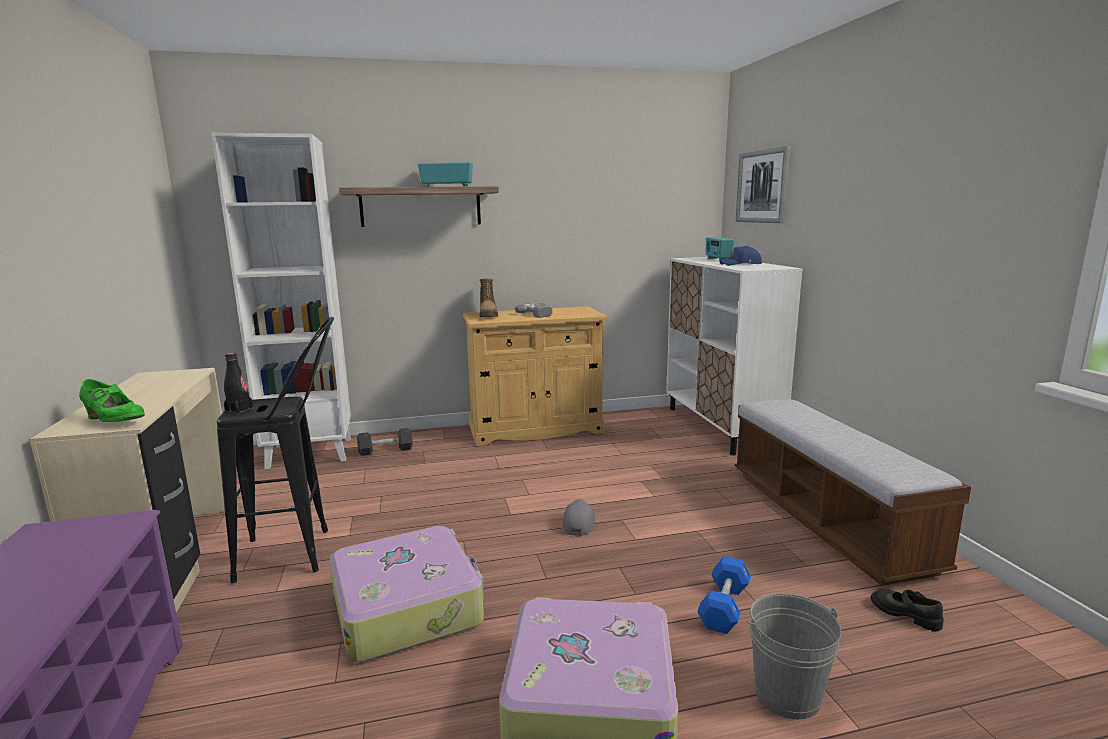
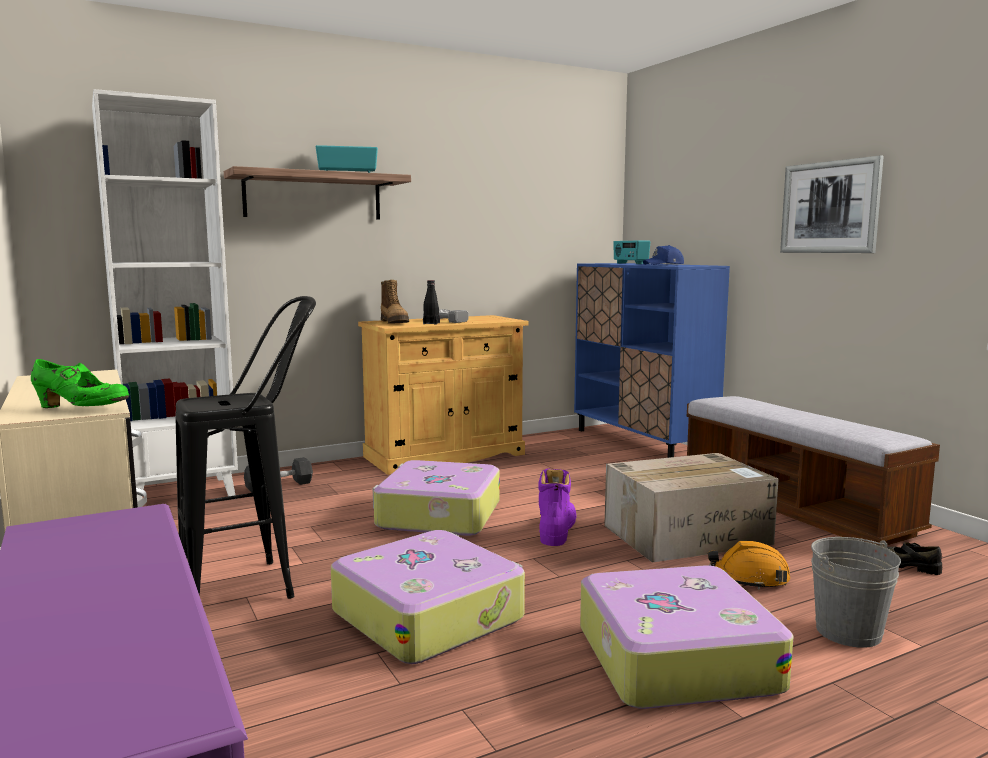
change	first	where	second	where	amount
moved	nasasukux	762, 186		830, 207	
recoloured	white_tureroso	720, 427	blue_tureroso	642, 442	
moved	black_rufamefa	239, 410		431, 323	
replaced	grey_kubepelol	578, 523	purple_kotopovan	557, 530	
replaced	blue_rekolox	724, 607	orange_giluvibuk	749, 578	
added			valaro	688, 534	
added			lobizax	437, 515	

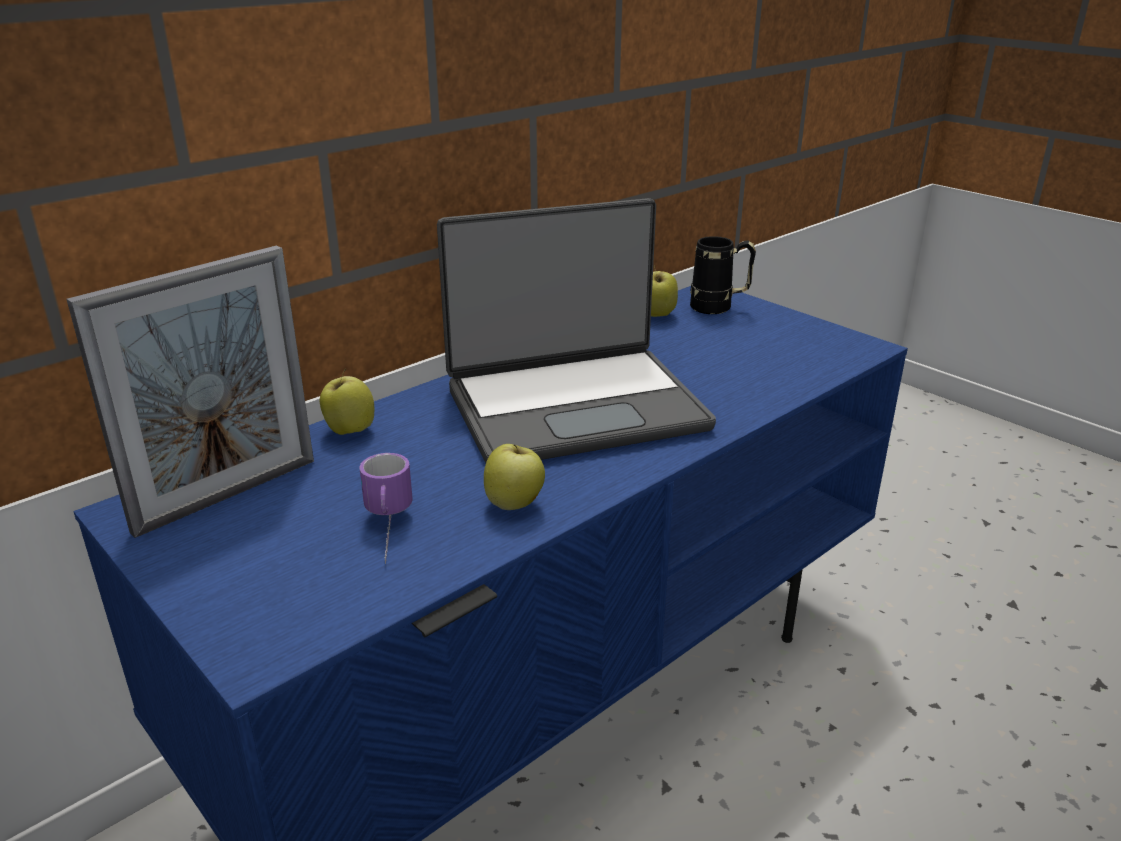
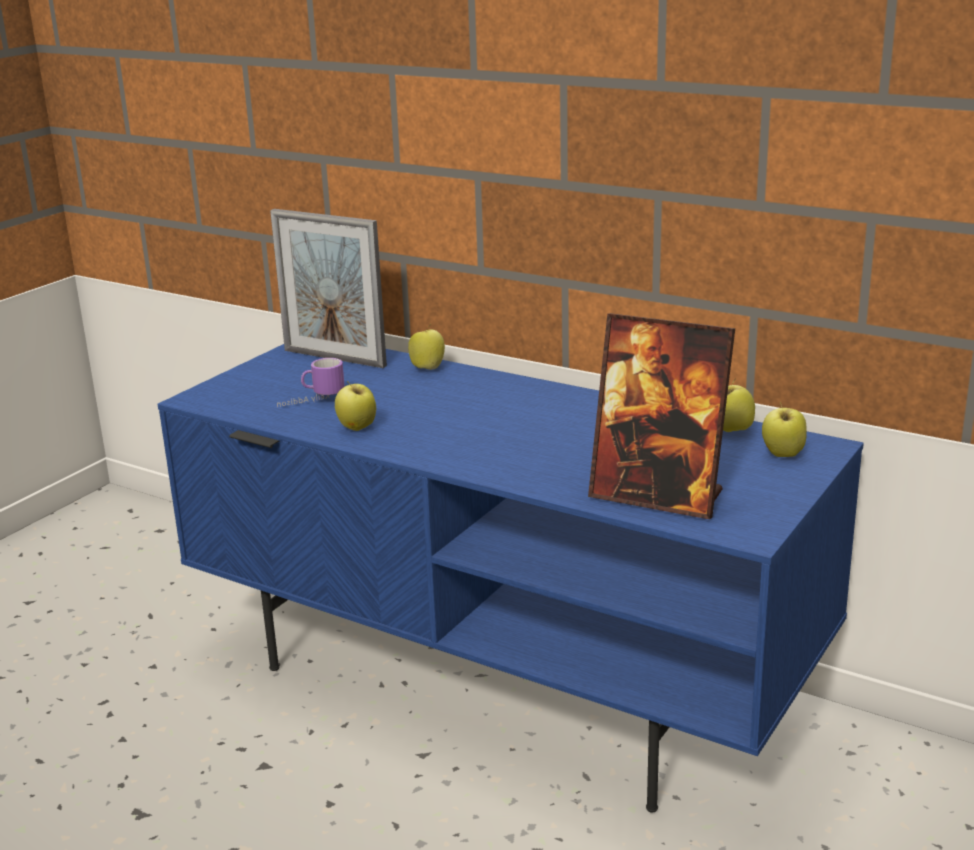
change	first	where	second	where	amount
removed	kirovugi	574, 406			
replaced	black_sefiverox	719, 308	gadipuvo	782, 455	
added			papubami	657, 496	

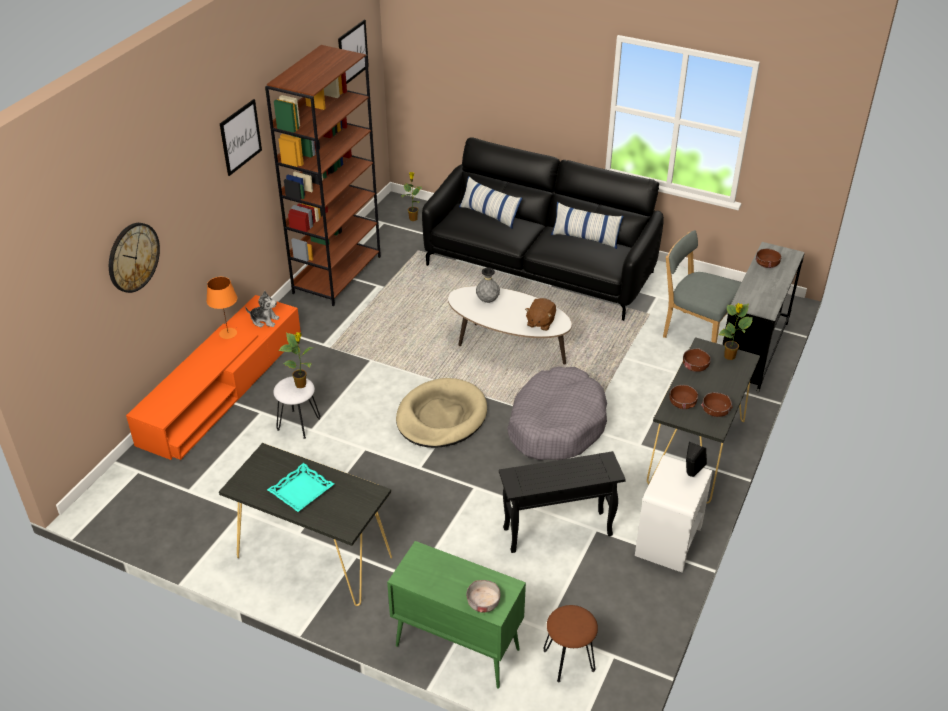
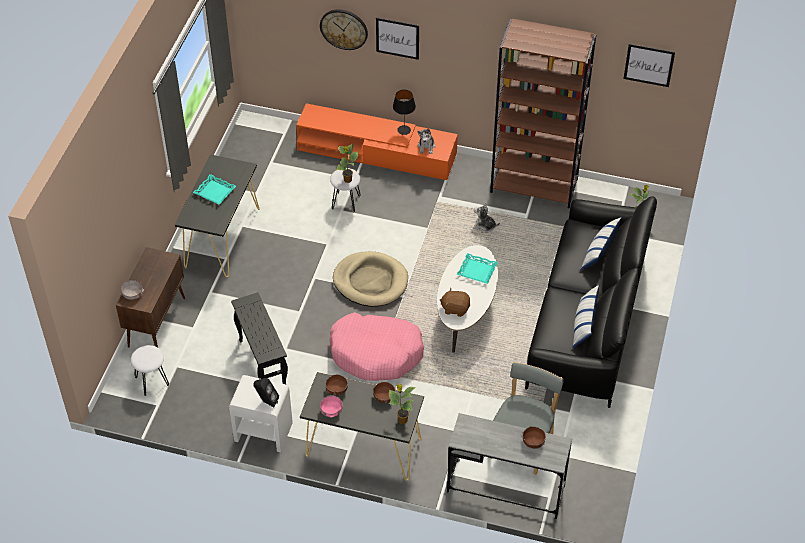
change	first	where	second	where	amount
moved	nasasukux	240, 137		397, 38	
replaced	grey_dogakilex	487, 300	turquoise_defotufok	477, 270	
recoloured	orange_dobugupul	227, 333	black_dobugupul	404, 130	
recoloured	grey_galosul	556, 425	pink_galosul	376, 353	
recoloured	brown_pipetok	715, 411	pink_pipetok	331, 410	
recoloured	green_tureroso	456, 647	brown_tureroso	157, 322	
recoloured	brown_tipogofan	568, 660	white_tipogofan	152, 381	
added			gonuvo	484, 226	

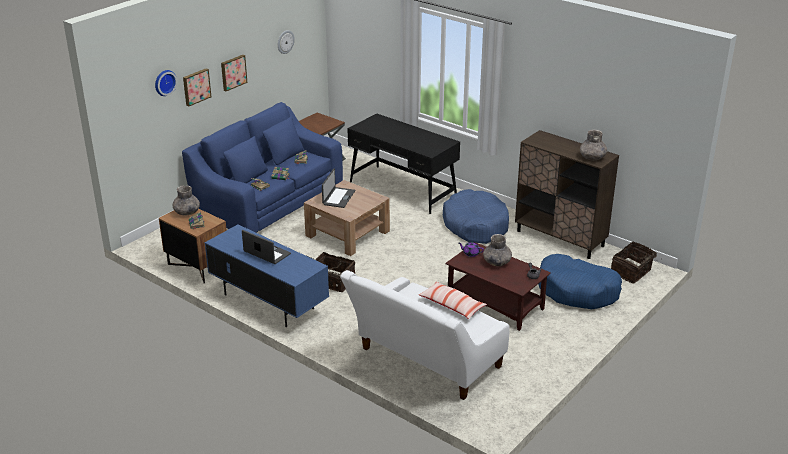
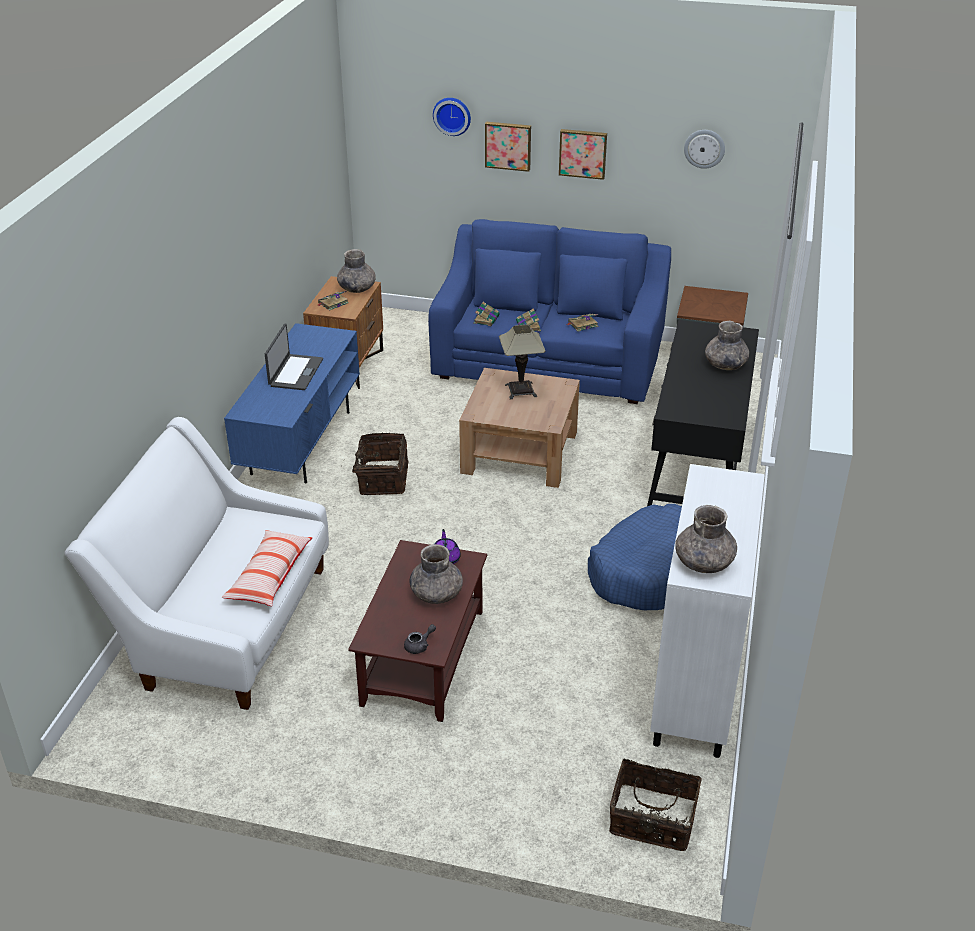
change	first	where	second	where	amount
recoloured	brown_tureroso	560, 238	white_tureroso	695, 688	
replaced	kirovugi	338, 197	dobugupul	521, 390	
removed	blue_galosul	577, 291			
added			grey_dogakilex	725, 364	

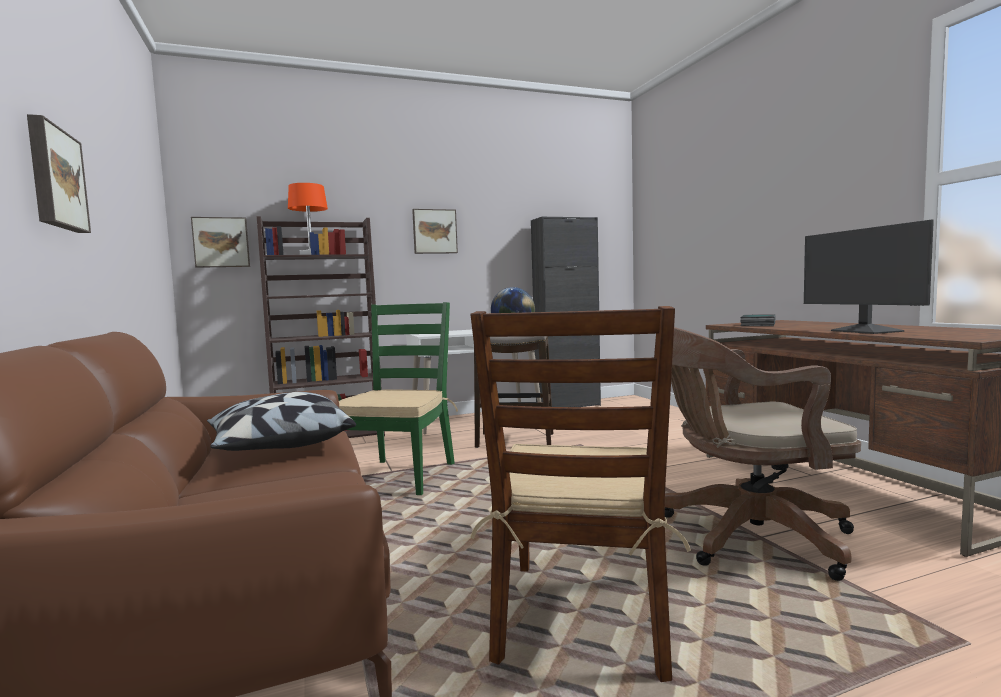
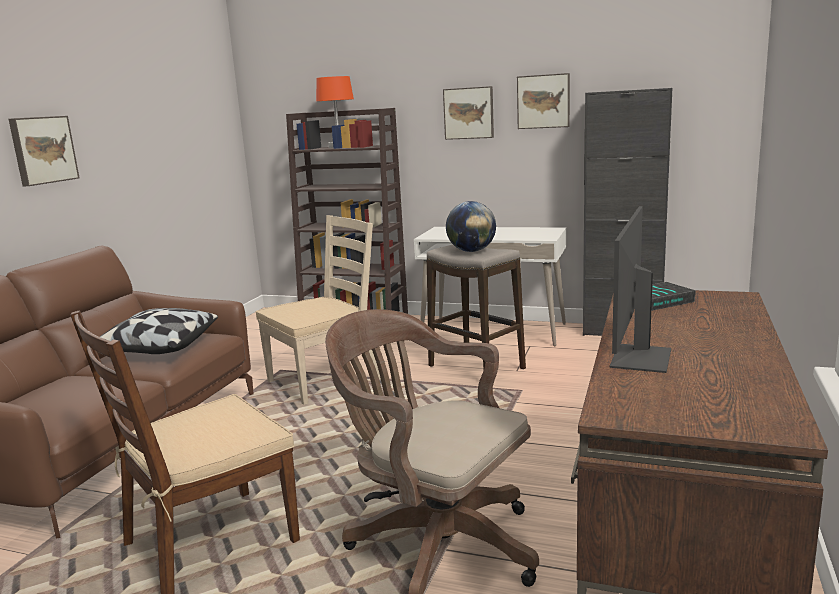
change	first	where	second	where	amount
moved	nasasukux	221, 242		543, 101	
recoloured	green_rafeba	399, 476	beige_rafeba	325, 380	

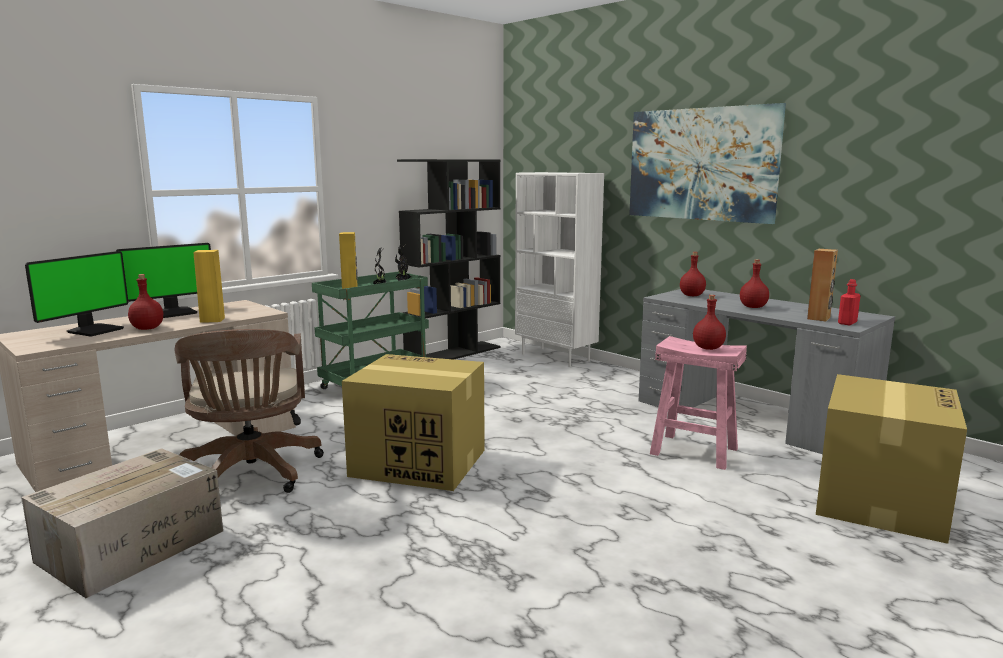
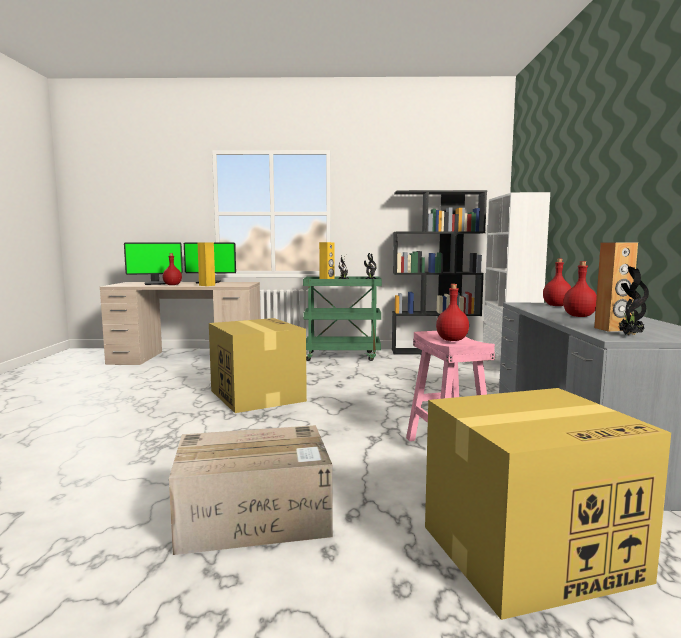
change	first	where	second	where	amount
removed	nasasukux	701, 164			
replaced	red_rufamefa	847, 323	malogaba	629, 335	
removed	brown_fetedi	251, 474			
moved	valaro	134, 545		255, 515	

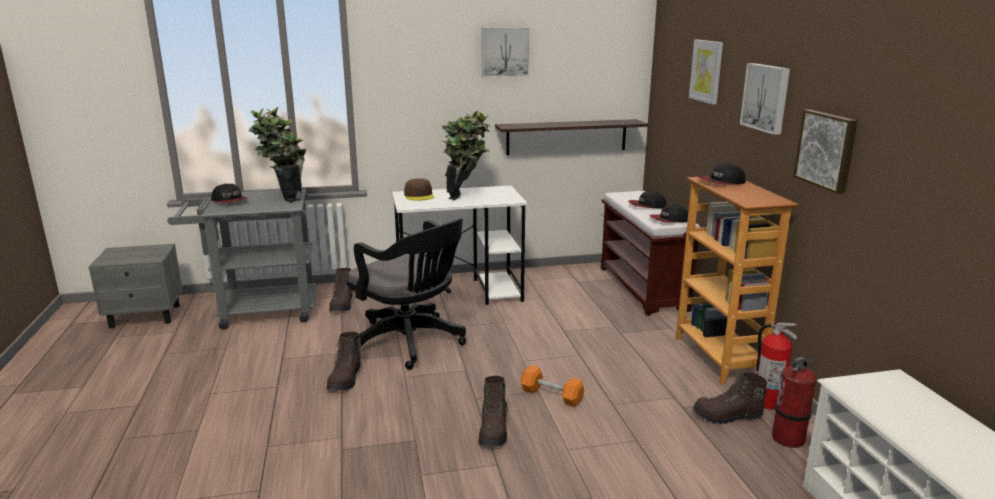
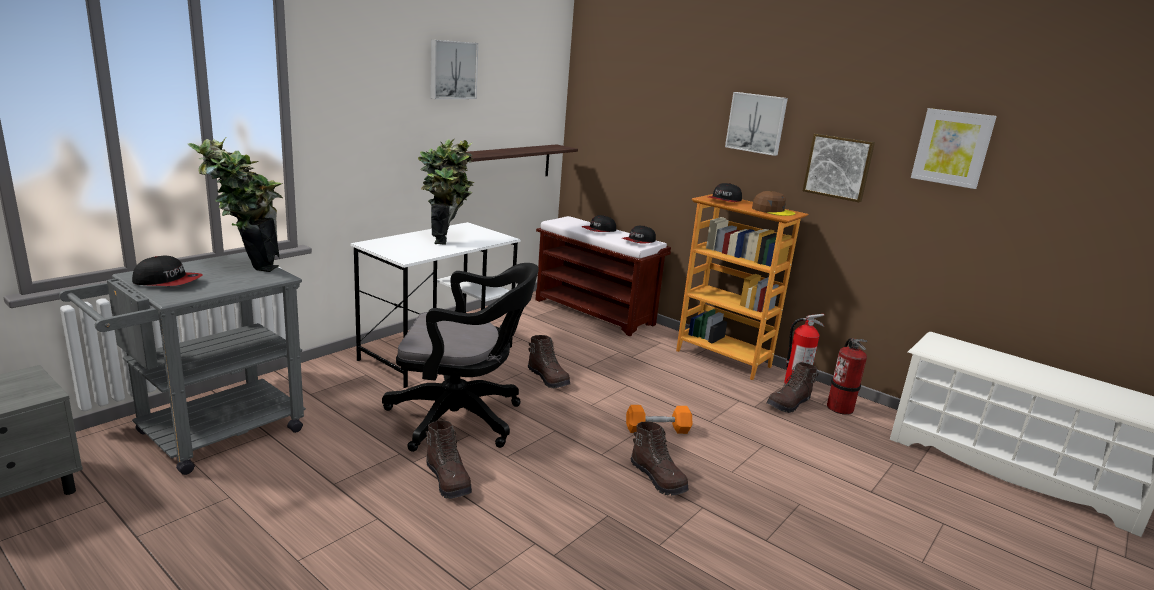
change	first	where	second	where	amount
moved	nasasukux	707, 71		952, 148	
moved	brown_kubepelol	419, 195		772, 211	
moved	brown_kotopovan	342, 305		548, 378	

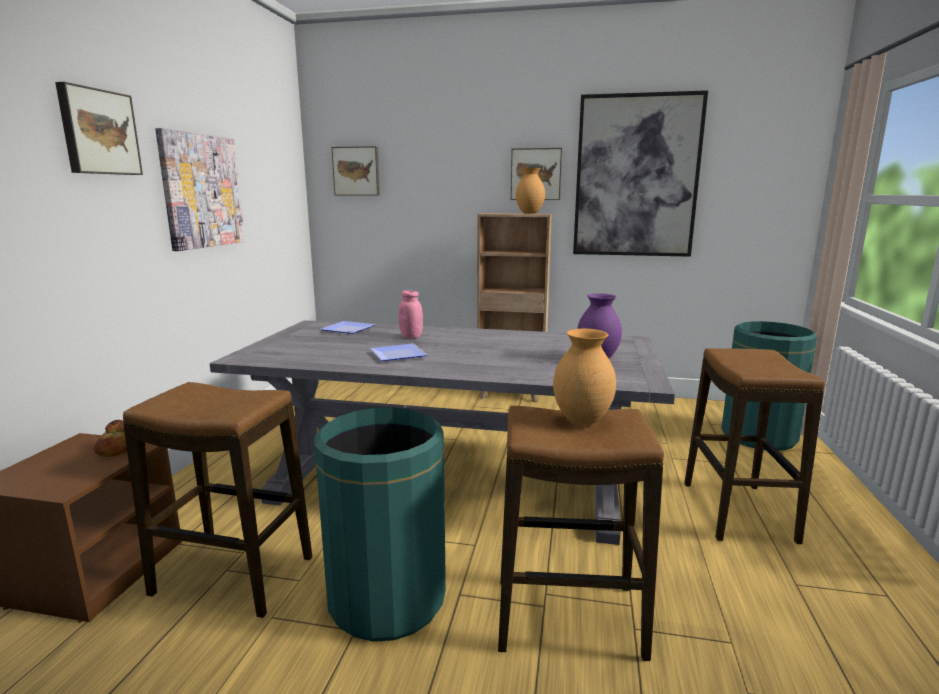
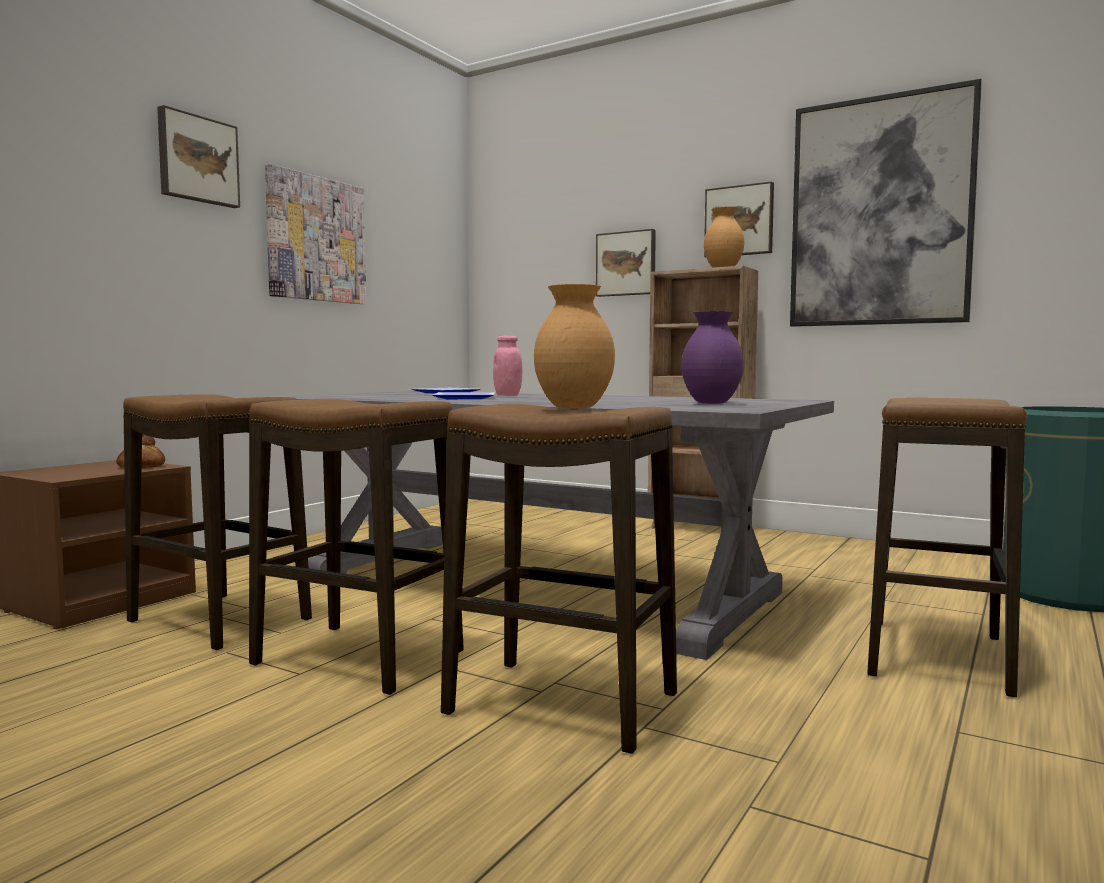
change	first	where	second	where	amount
moved	nasasukux	357, 171		626, 264	
replaced	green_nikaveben	387, 599	tipogofan	358, 658	

